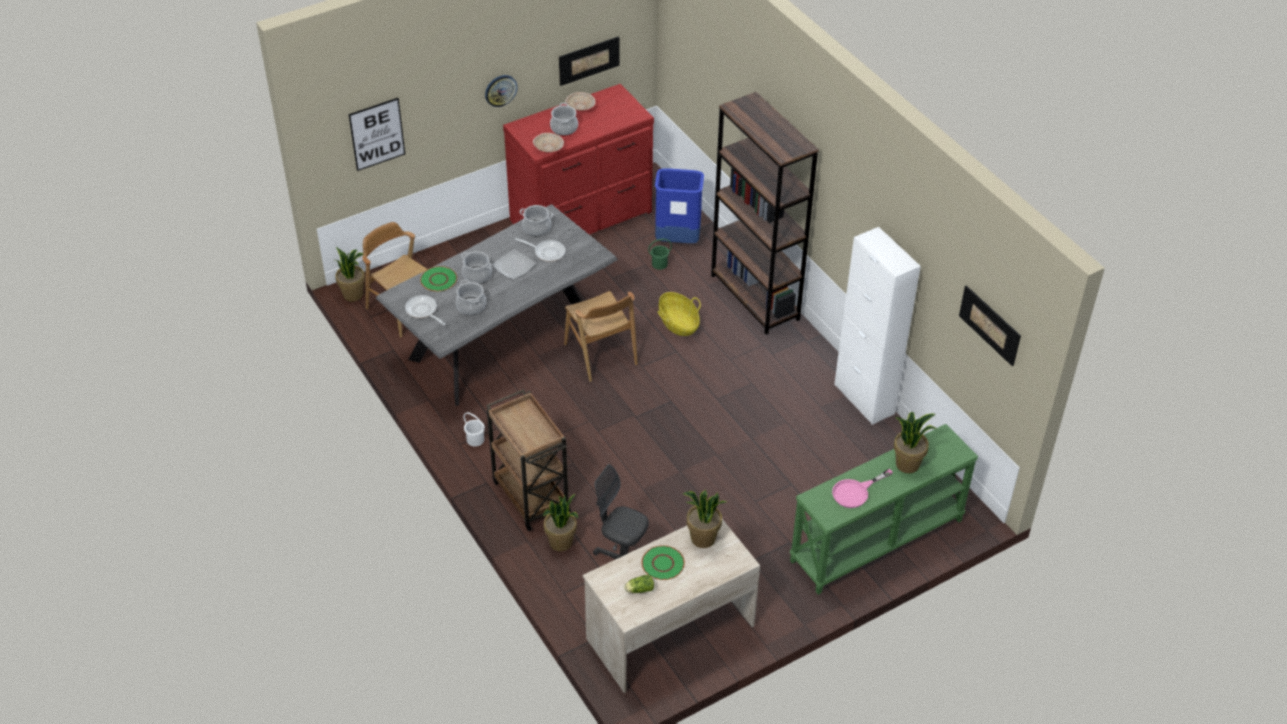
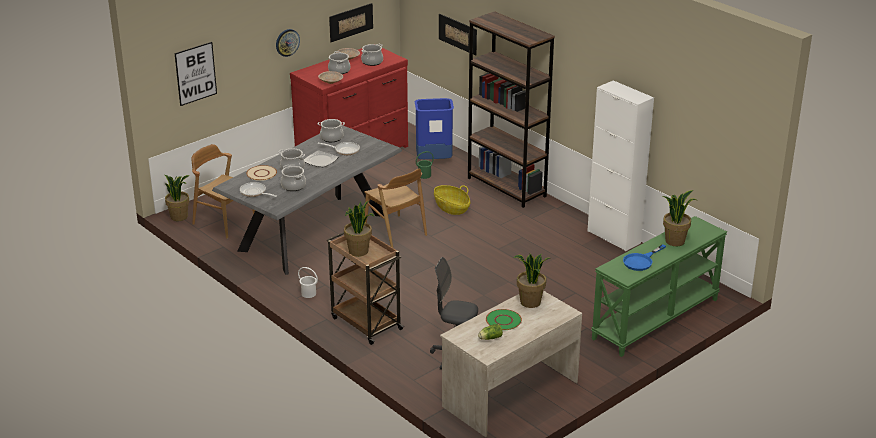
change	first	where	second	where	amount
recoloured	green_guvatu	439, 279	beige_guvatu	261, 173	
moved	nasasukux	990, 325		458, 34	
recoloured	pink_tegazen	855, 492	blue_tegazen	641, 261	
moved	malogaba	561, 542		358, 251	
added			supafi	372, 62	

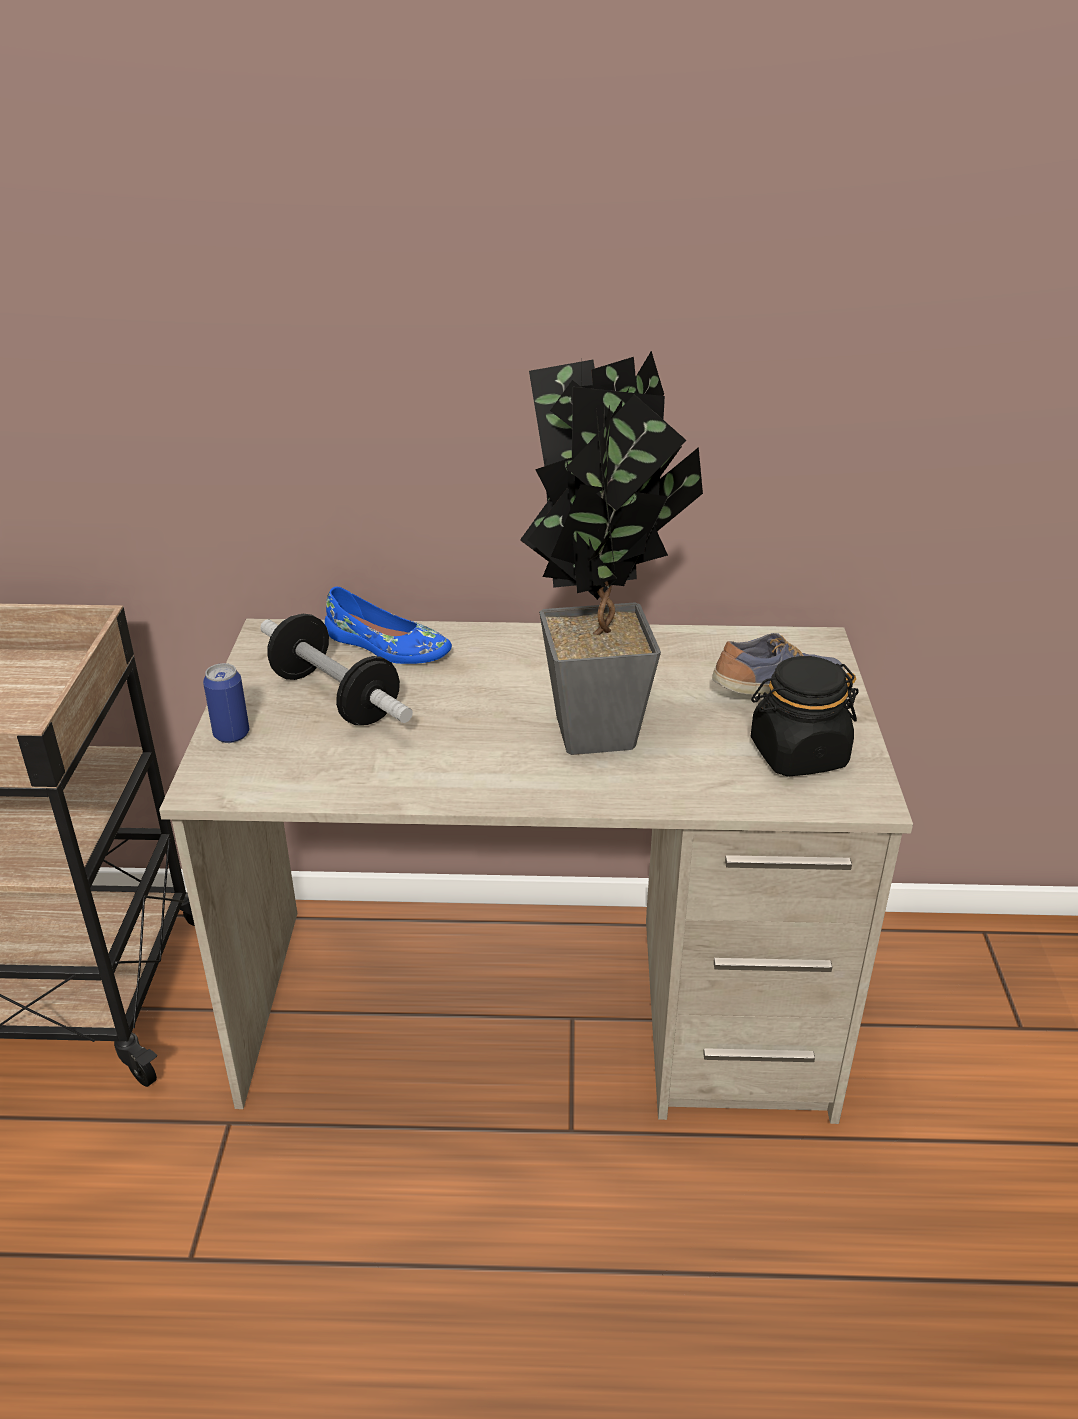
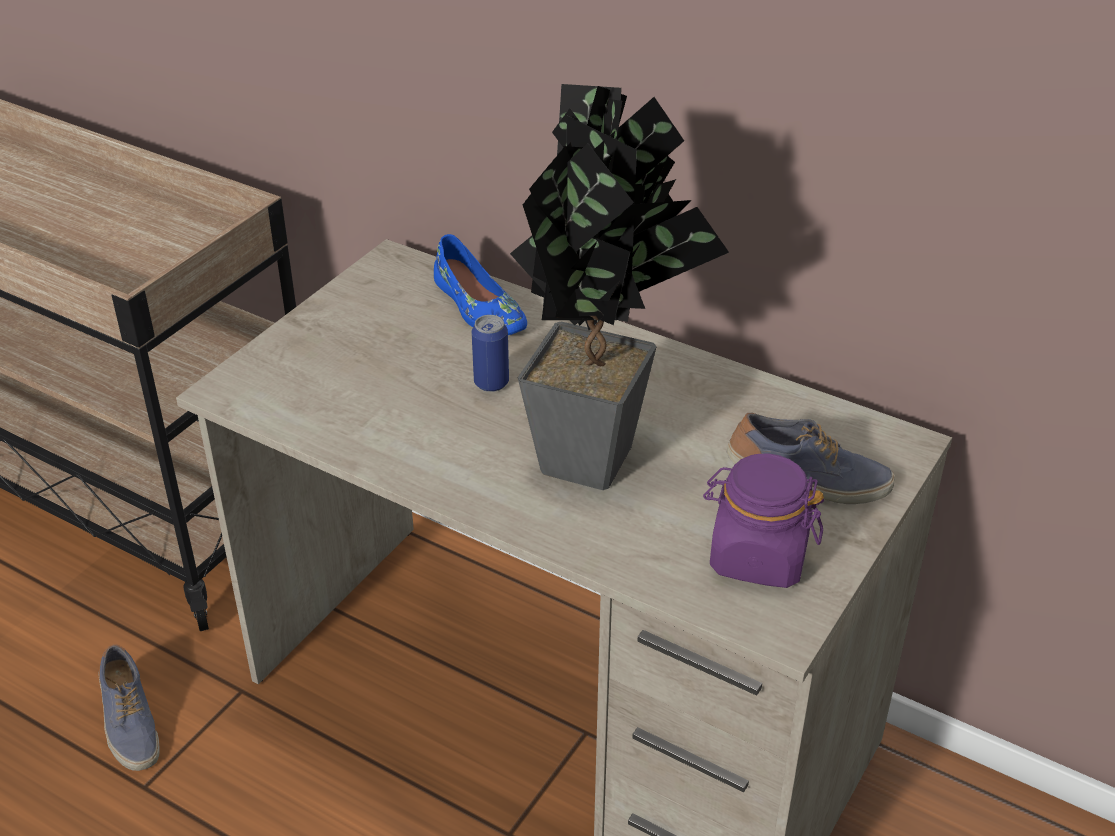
change	first	where	second	where	amount
removed	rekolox	335, 698			
recoloured	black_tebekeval	797, 754	purple_tebekeval	757, 556	
moved	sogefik	231, 734		491, 383	
added			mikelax	129, 722	

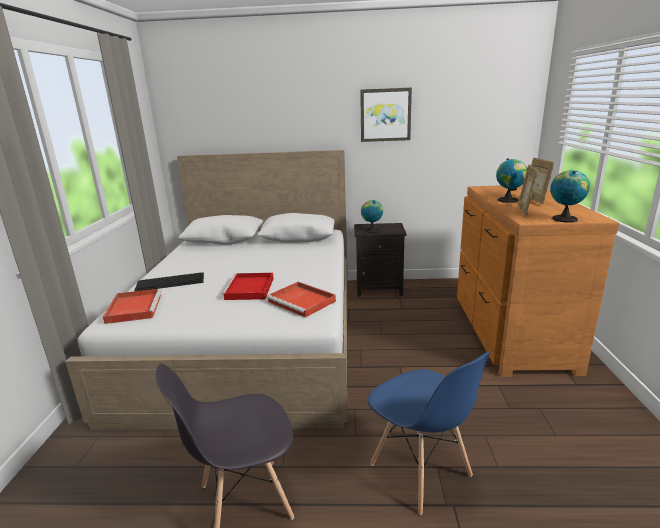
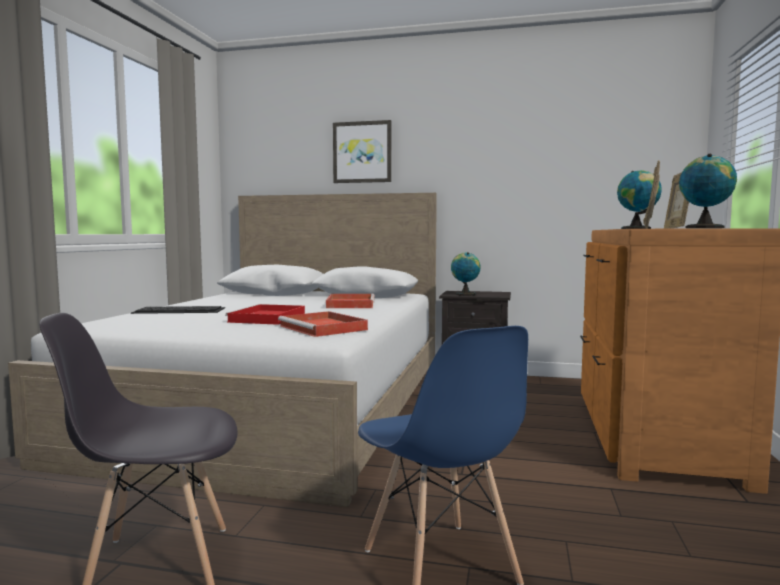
change	first	where	second	where	amount
moved	nasasukux	385, 115		362, 152	
moved	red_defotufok	134, 308		350, 304	

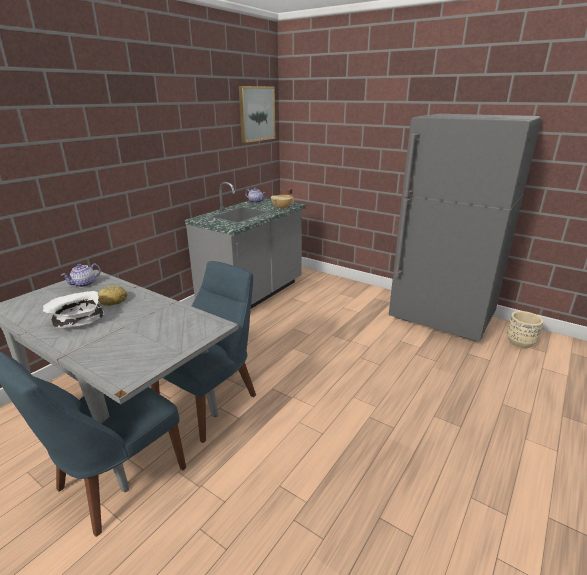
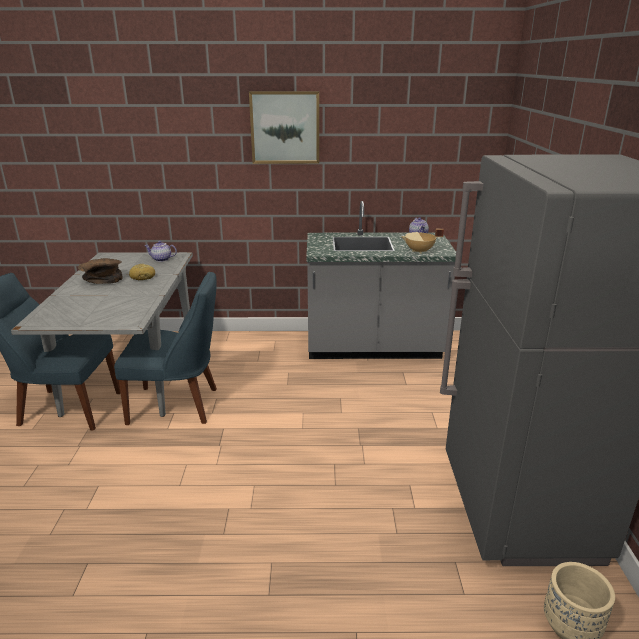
change	first	where	second	where	amount
moved	nasasukux	256, 114		285, 127	
recoloured	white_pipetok	76, 321	brown_pipetok	102, 280	

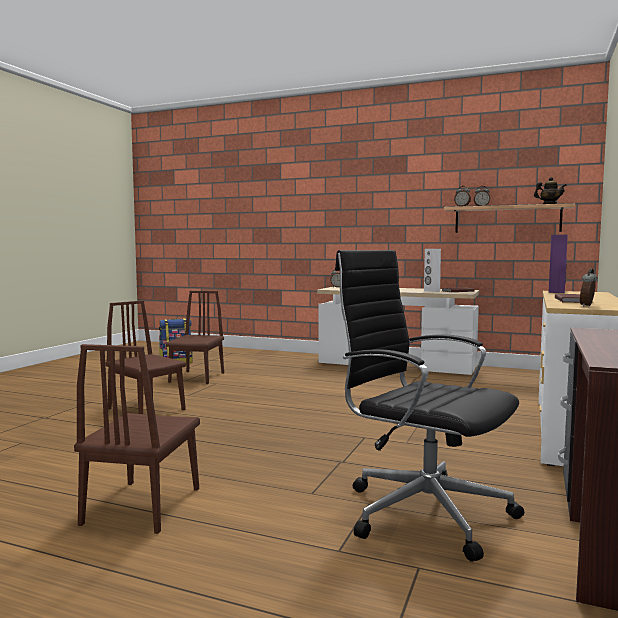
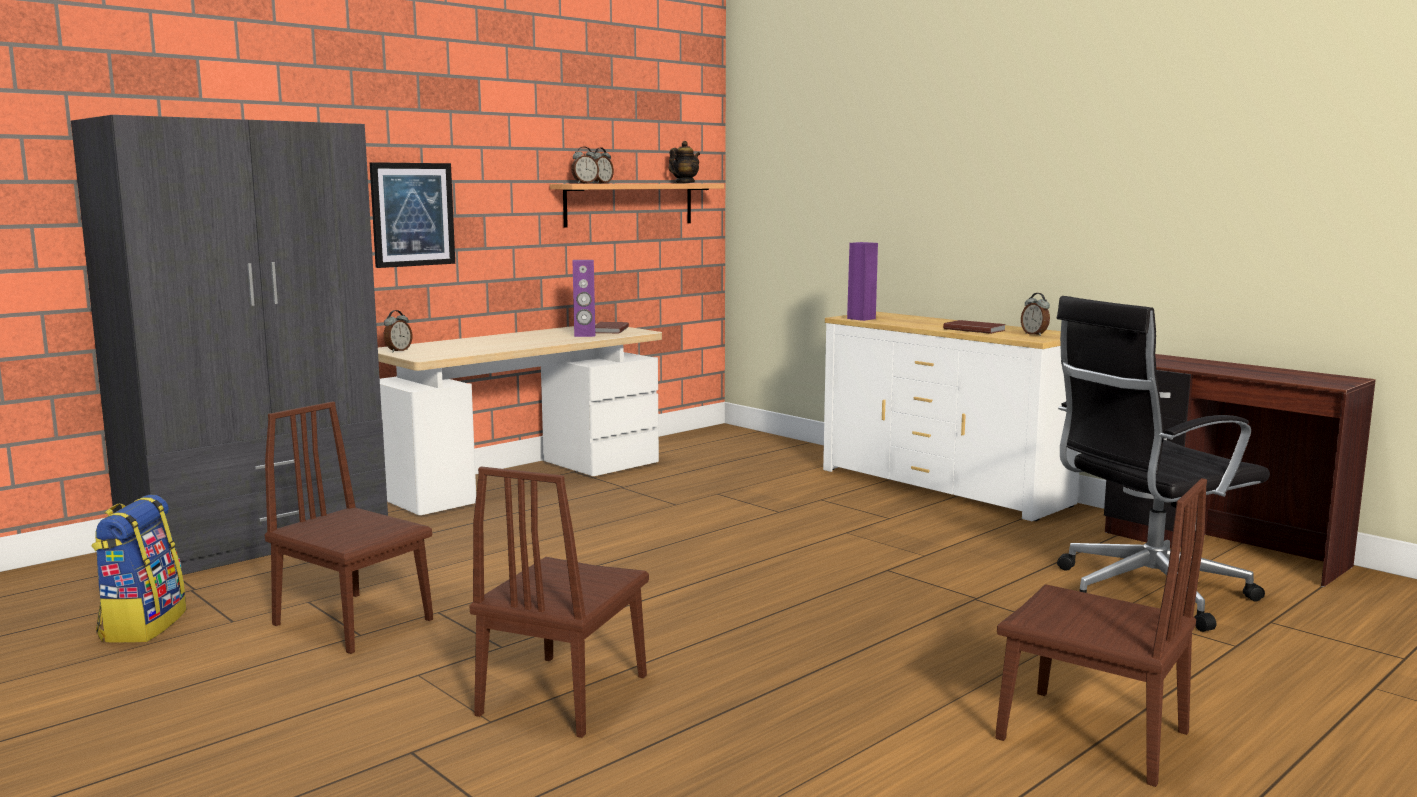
change	first	where	second	where	amount
recoloured	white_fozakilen	431, 291	purple_fozakilen	584, 335	
turned	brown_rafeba	146, 409		564, 694	45 degrees counterclockwise
added			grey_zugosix	258, 539	
added			nasasukux	412, 214	

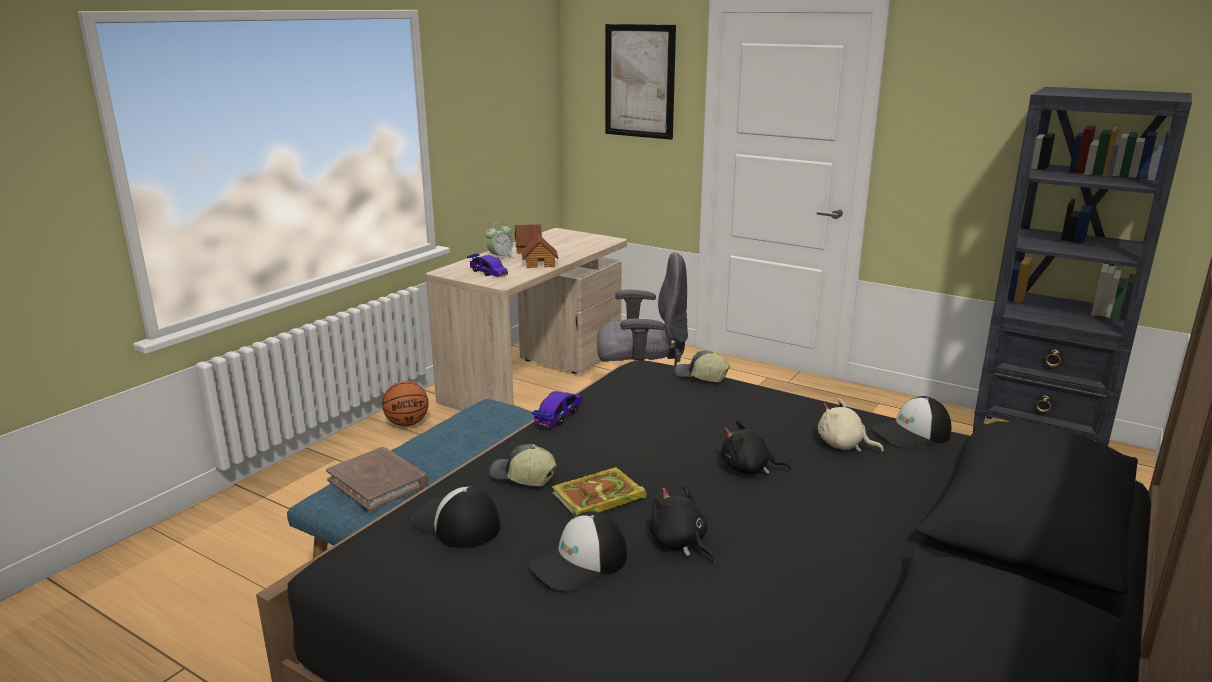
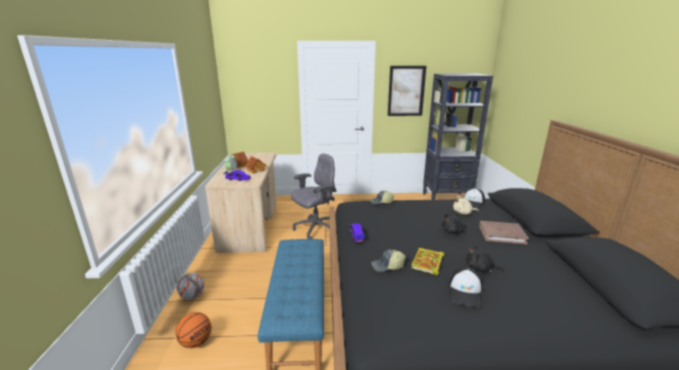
change	first	where	second	where	amount
moved	nasasukux	639, 81		406, 91	
moved	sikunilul	407, 423		196, 342	
moved	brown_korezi	378, 482		502, 234	
removed	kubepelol	456, 524			
added			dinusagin	192, 296	

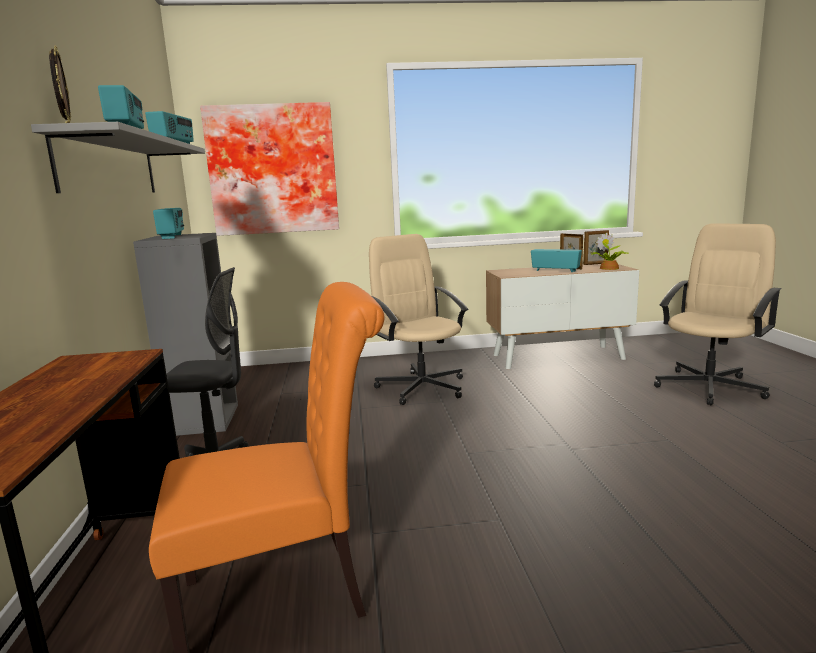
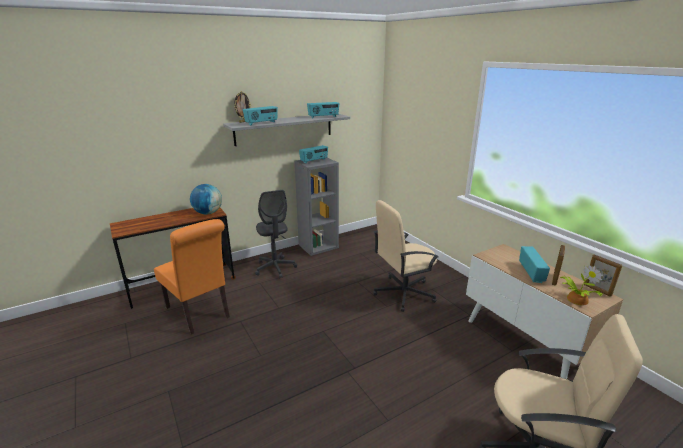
change	first	where	second	where	amount
removed	nasasukux	273, 170			
turned	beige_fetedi	421, 387		403, 293	150 degrees counterclockwise
added			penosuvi	208, 213	

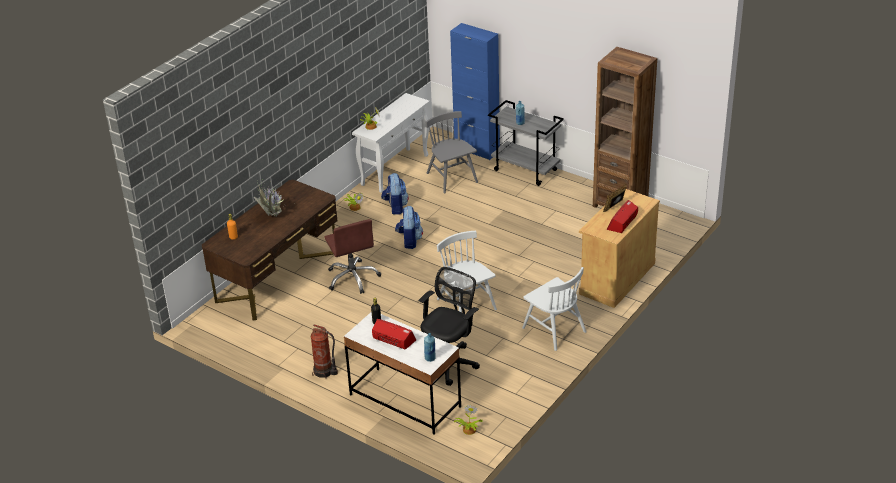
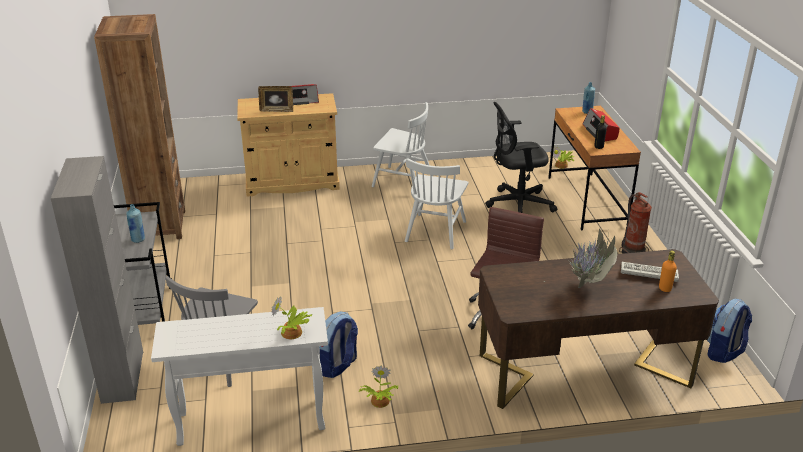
change	first	where	second	where	amount
recoloured	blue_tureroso	477, 149	grey_tureroso	122, 376	
moved	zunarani	409, 241		723, 352	
turned	white_rafeba	554, 329		402, 181	105 degrees clockwise
recoloured	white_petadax	405, 401	brown_petadax	586, 201	
added			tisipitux	647, 273	

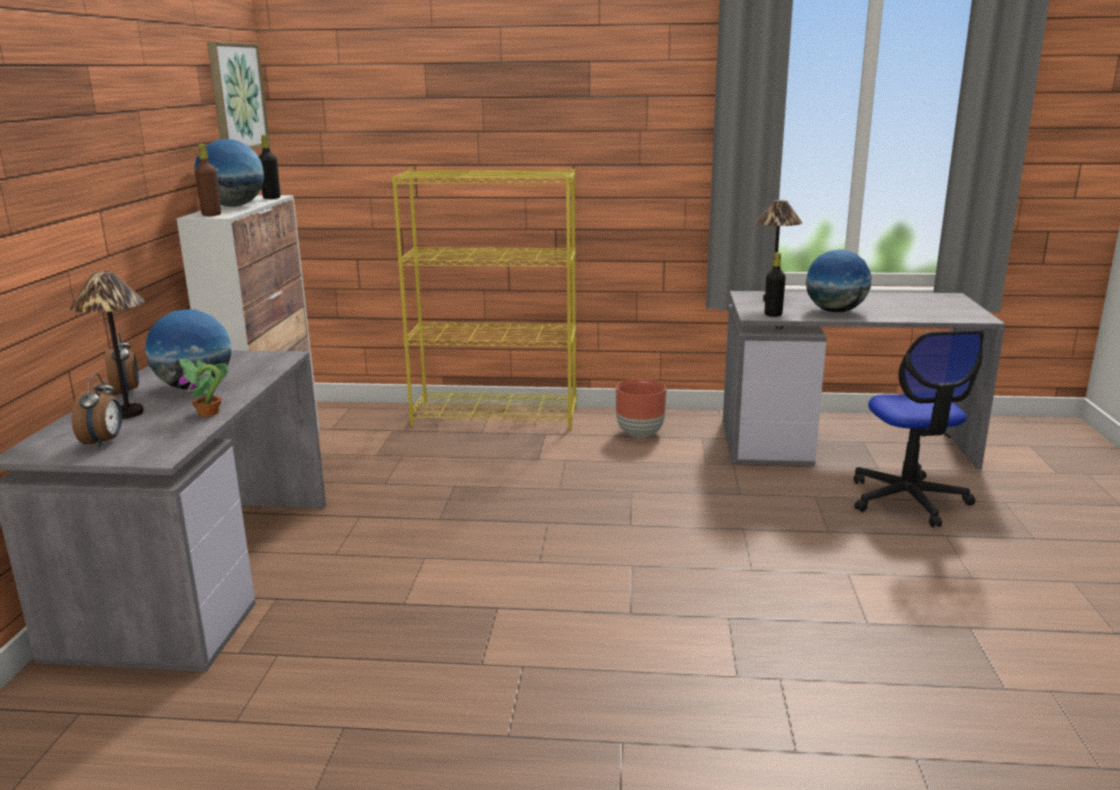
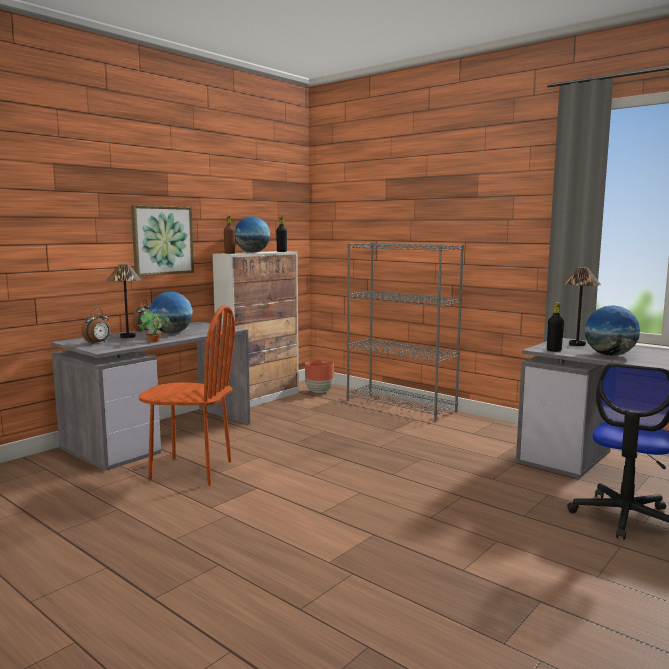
change	first	where	second	where	amount
moved	nasasukux	237, 97		162, 240	
recoloured	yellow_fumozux	496, 416	grey_fumozux	401, 406	
moved	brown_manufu	640, 433		319, 391	
added			brown_rafeba	191, 470	

